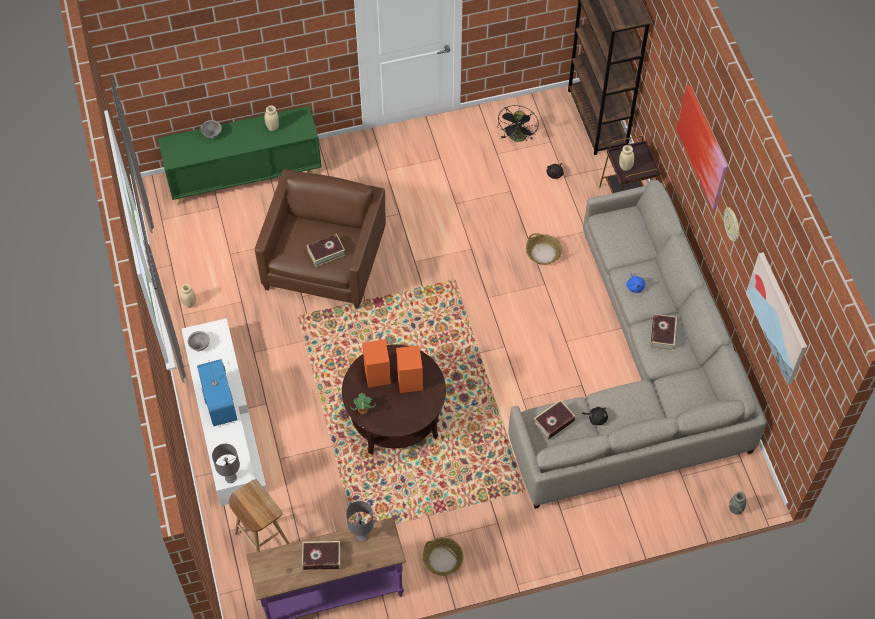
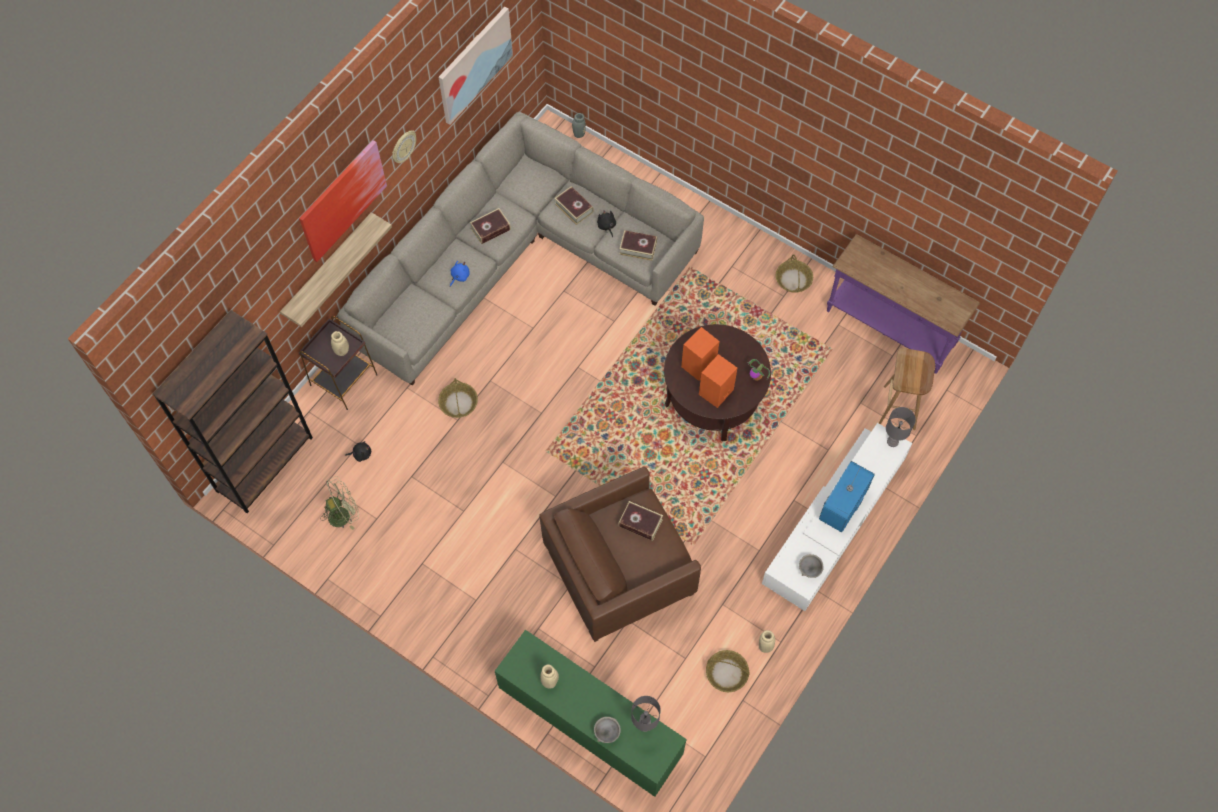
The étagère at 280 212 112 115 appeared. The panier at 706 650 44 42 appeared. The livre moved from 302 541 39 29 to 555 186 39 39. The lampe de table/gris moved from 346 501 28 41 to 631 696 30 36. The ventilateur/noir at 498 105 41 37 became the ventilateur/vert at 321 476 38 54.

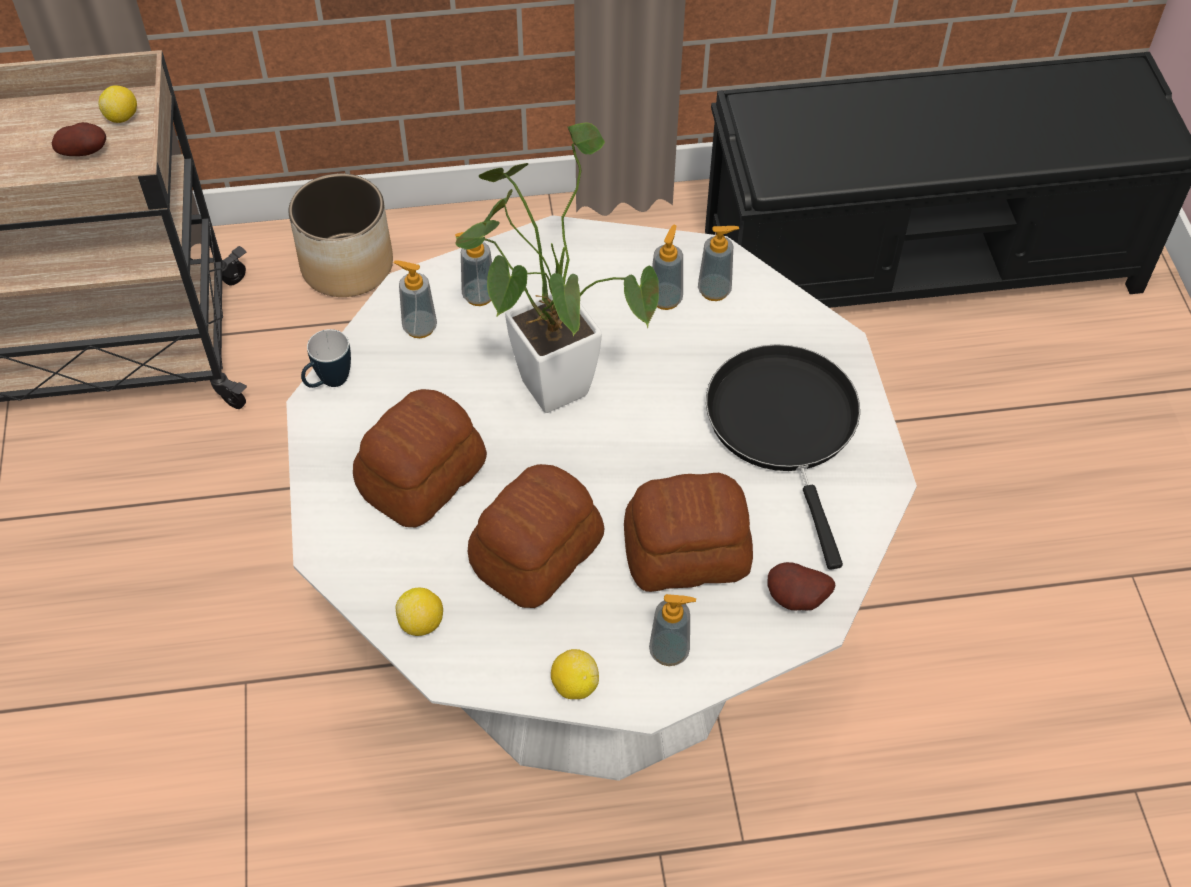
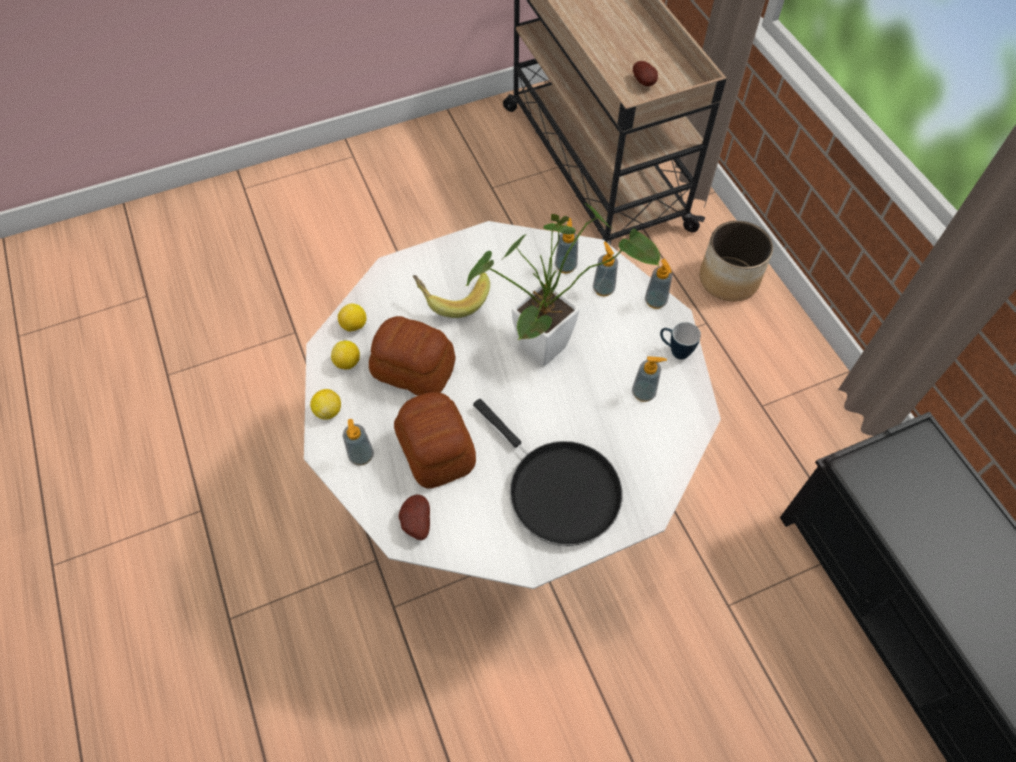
The citron moved from 98 85 39 38 to 331 341 29 28. The mug moved from 301 329 50 59 to 660 322 41 37. The distributeur de savon moved from 698 226 41 75 to 645 259 28 50. The pain at 353 389 134 138 was replaced by the banane at 413 273 77 45. The poêle/noir at 706 344 154 226 turned 75 degrees clockwise.

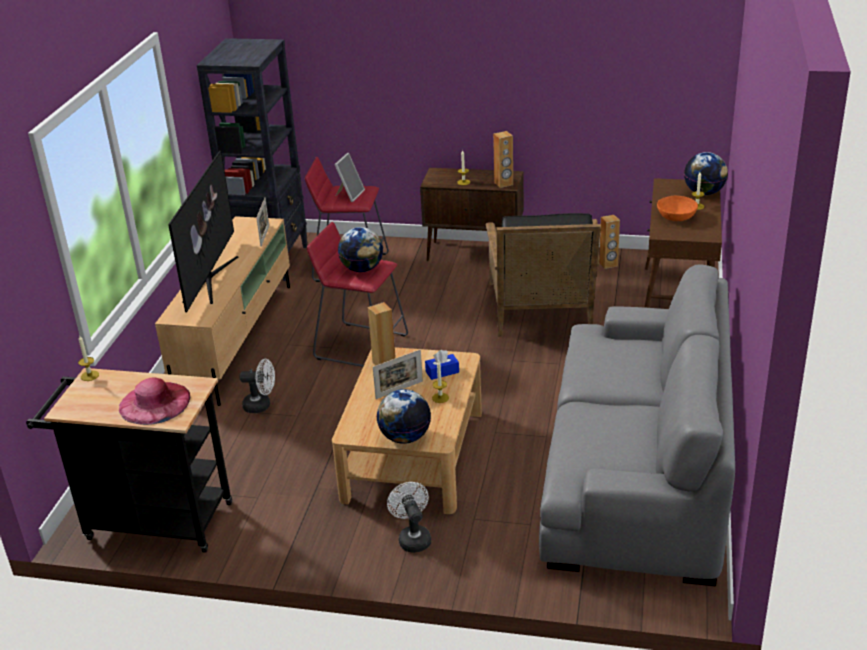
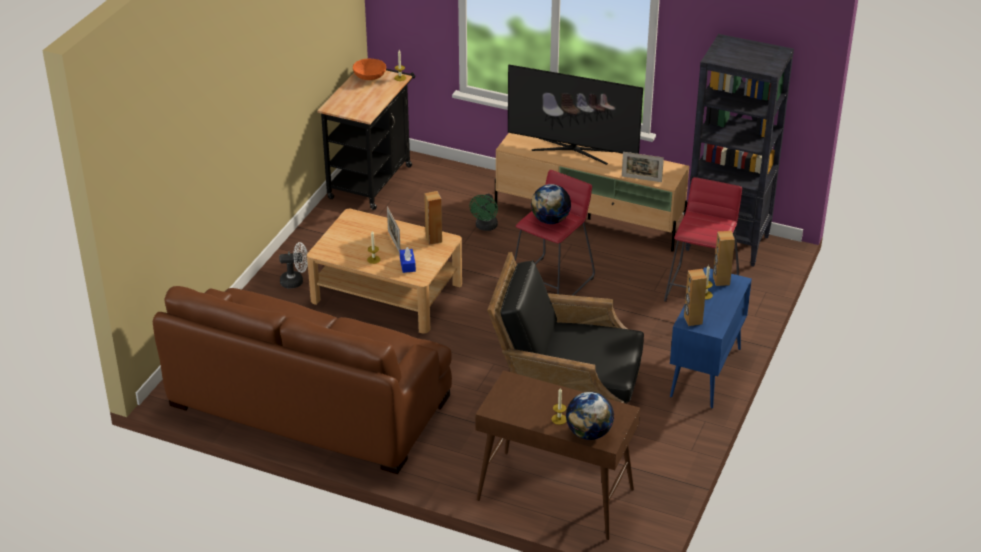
The chapeau/rose at 119 377 71 48 disappeared. The cadre photo at 334 153 31 49 disappeared. The globe at 376 389 55 55 disappeared. The enceinte/marron moved from 599 215 21 54 to 713 231 22 55. The bol/orange moved from 657 196 41 25 to 353 59 33 21. The ventilateur/blanc at 240 359 35 54 became the ventilateur/vert at 469 194 29 37. The meuble de rangement/marron at 420 168 104 93 became the meuble de rangement/bleu at 670 267 82 141. The canapé/gris at 539 264 196 322 became the canapé/marron at 153 286 299 188.

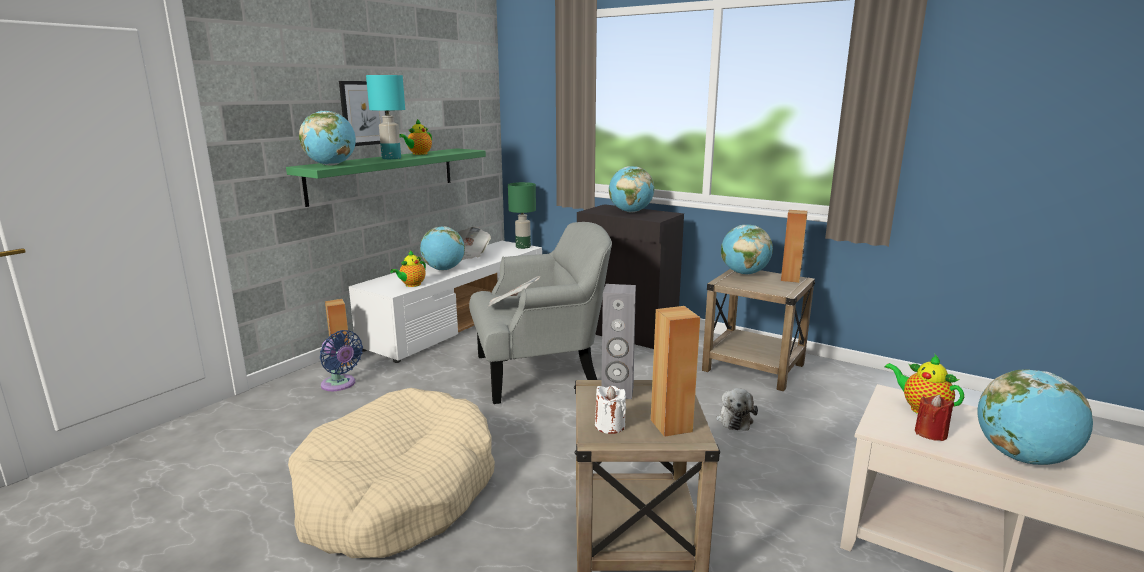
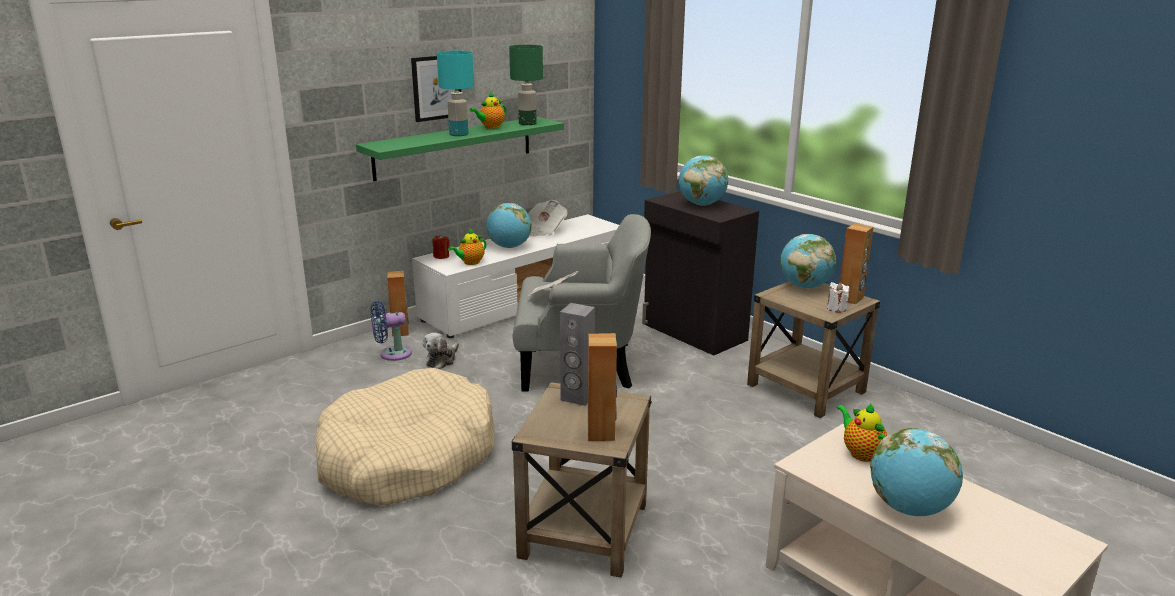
The globe at 299 111 57 55 disappeared. The lampe de table/vert moved from 508 182 28 67 to 509 45 34 80. The bougie/blanc moved from 595 386 31 48 to 827 282 22 31. The peluche moved from 716 388 42 43 to 423 333 36 36. The bougie/rouge moved from 915 395 39 46 to 433 235 16 24. The ventilateur/bleu at 320 330 43 61 turned 105 degrees clockwise.

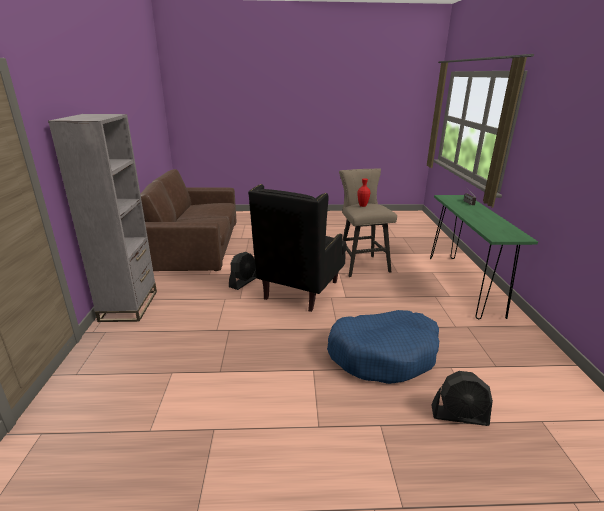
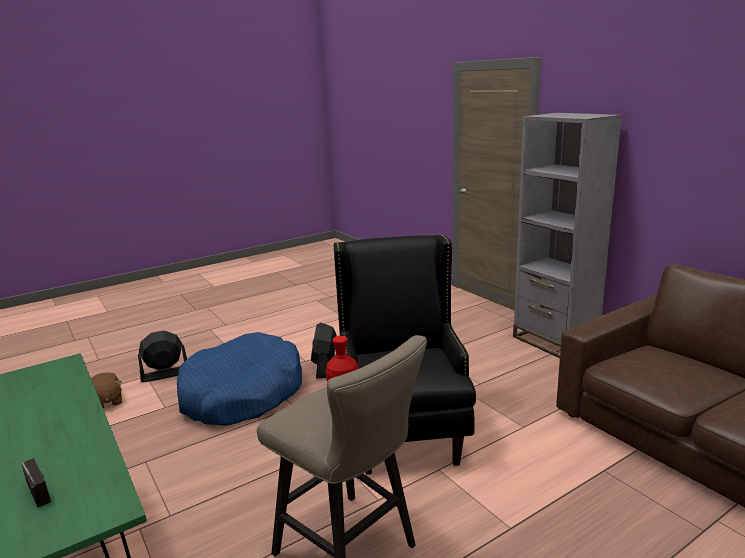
The peluche/marron at 91 373 31 35 appeared. The ventilateur/noir moved from 229 252 27 38 to 311 322 26 56.

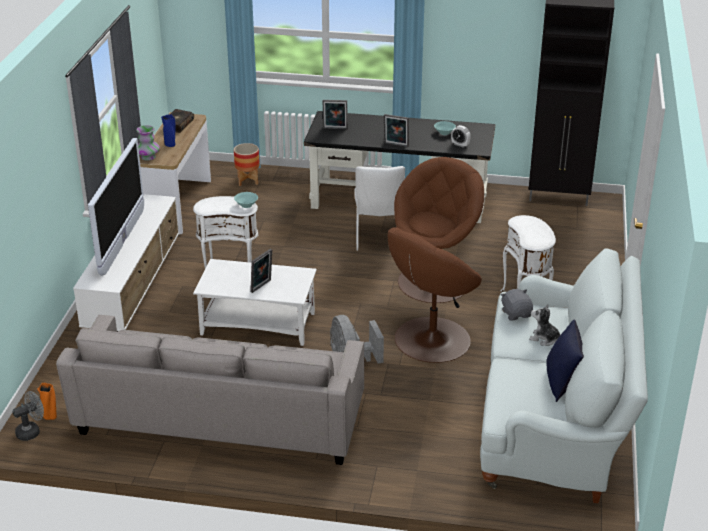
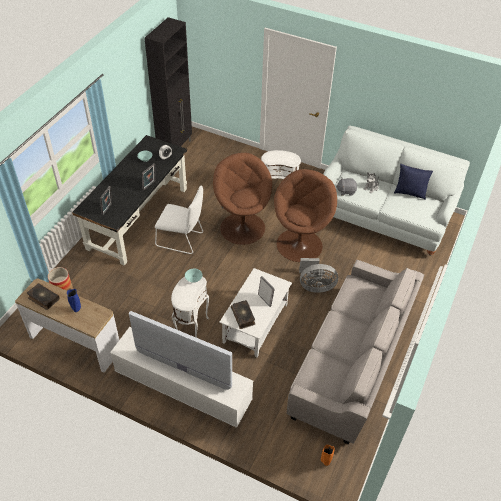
The ventilateur/gris at 12 391 32 50 disappeared. The vase at 136 125 24 35 disappeared. The livre at 231 300 24 29 appeared. The fauteuil/marron at 388 227 94 136 turned 120 degrees counterclockwise.

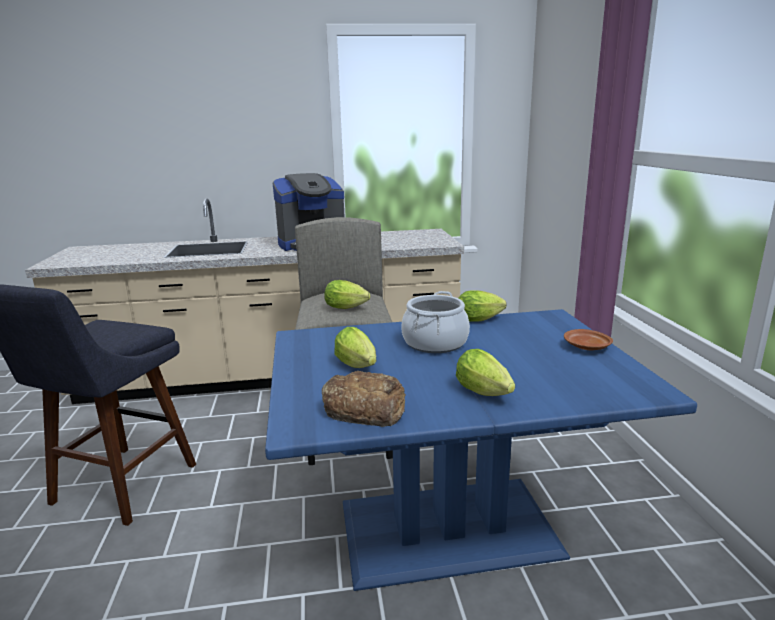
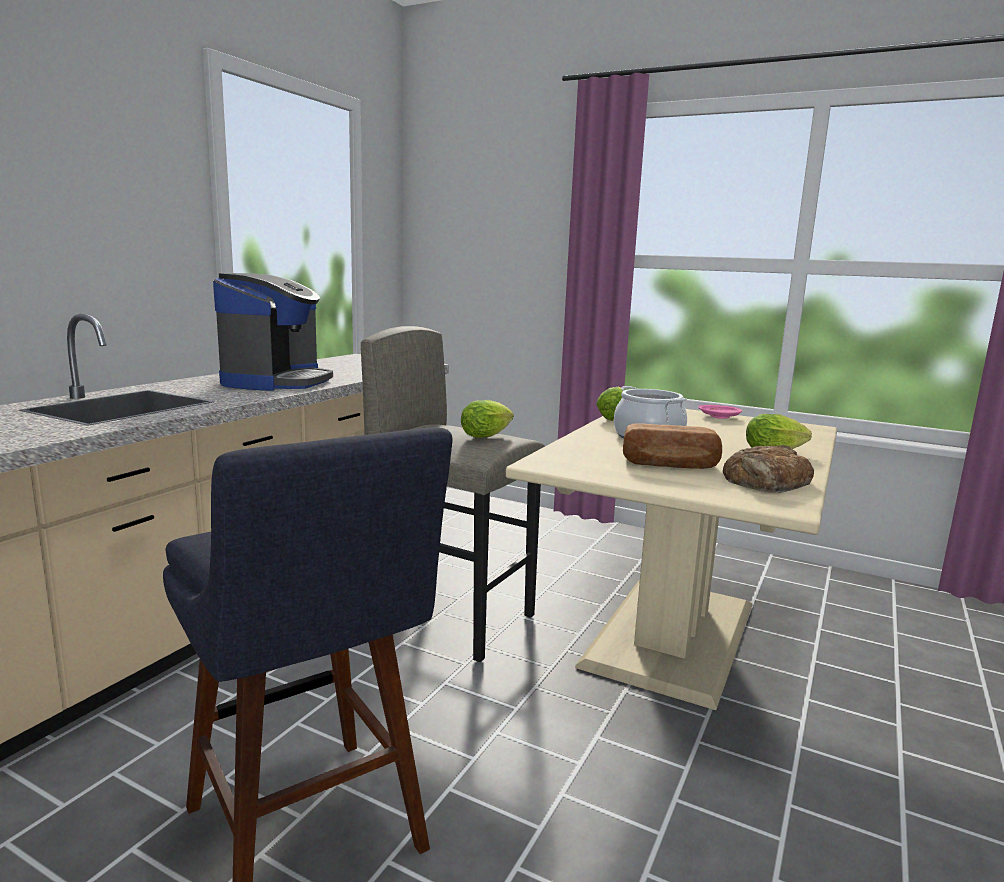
The laitue at 335 327 41 41 was replaced by the pain at 623 423 99 46. The table à manger/bleu at 265 309 432 282 became the table à manger/beige at 506 409 331 301. The assiette/marron at 564 329 49 22 became the assiette/rose at 698 405 44 14.

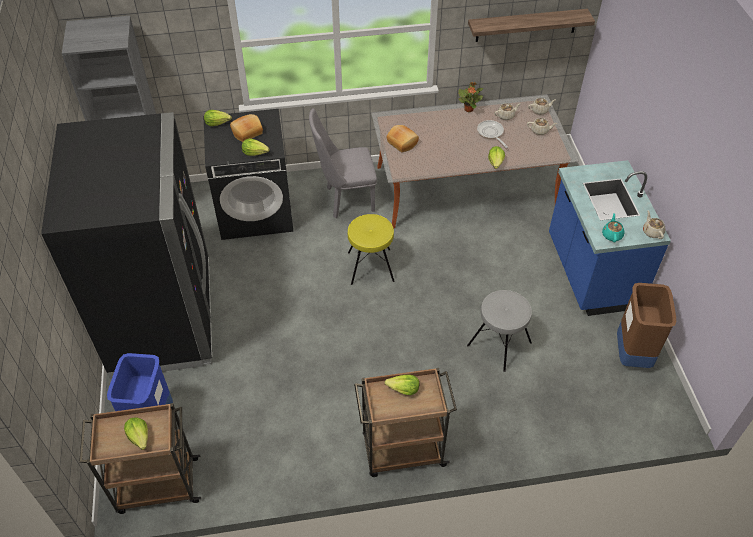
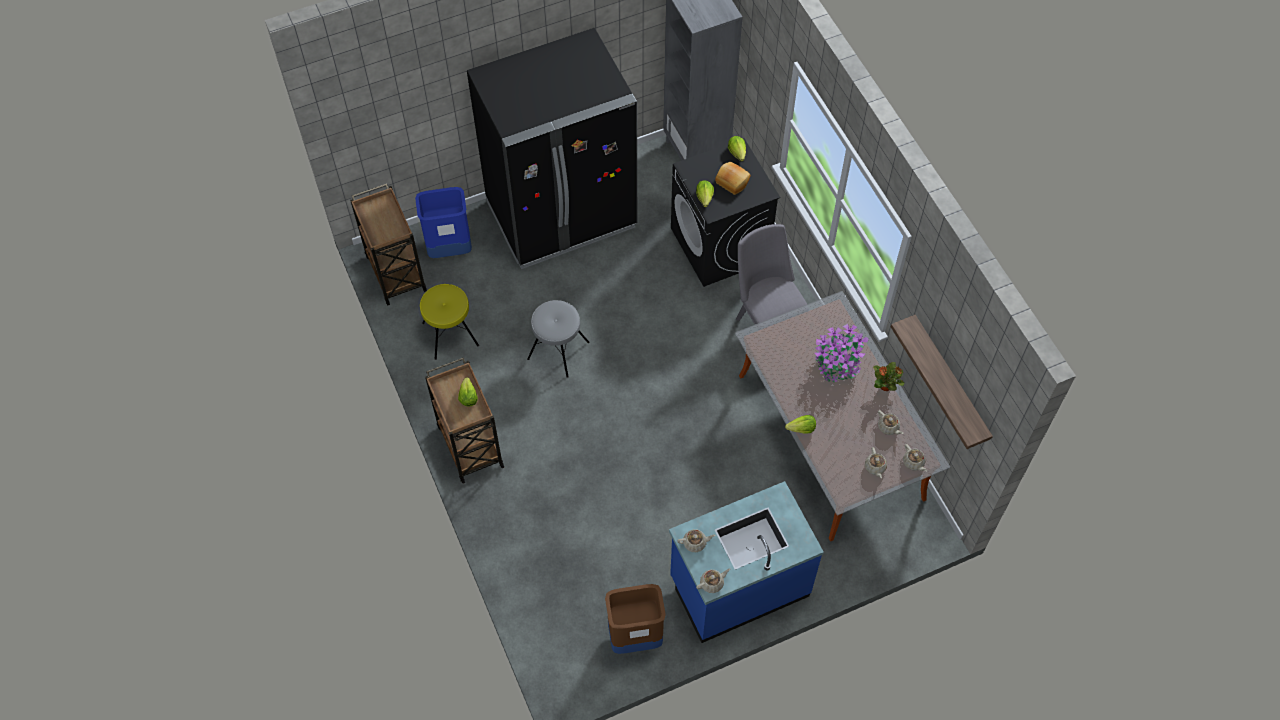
The laitue at 124 417 24 33 disappeared. The pain at 387 125 32 27 disappeared. The poêle at 477 120 31 28 disappeared. The plante en pot at 815 323 54 59 appeared. The tabouret/jaune moved from 348 214 47 71 to 420 284 59 76. The tabouret/gris moved from 467 290 65 82 to 527 300 62 78. The théière/turquoise at 602 213 22 29 became the théière/beige at 677 529 38 23.

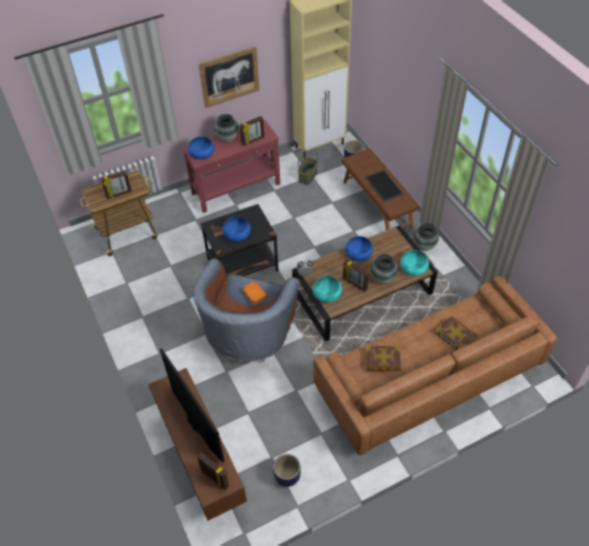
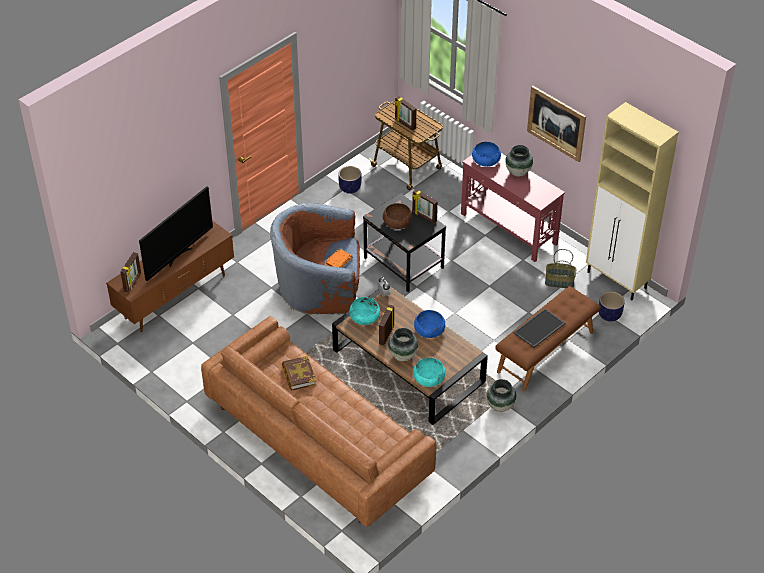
The livre at 435 316 42 34 disappeared. The cadre photo moved from 240 116 24 30 to 412 189 26 35. The cache-pot moved from 273 454 28 33 to 338 166 23 28. The bol/bleu at 222 216 29 26 became the bol/marron at 383 203 29 26.

